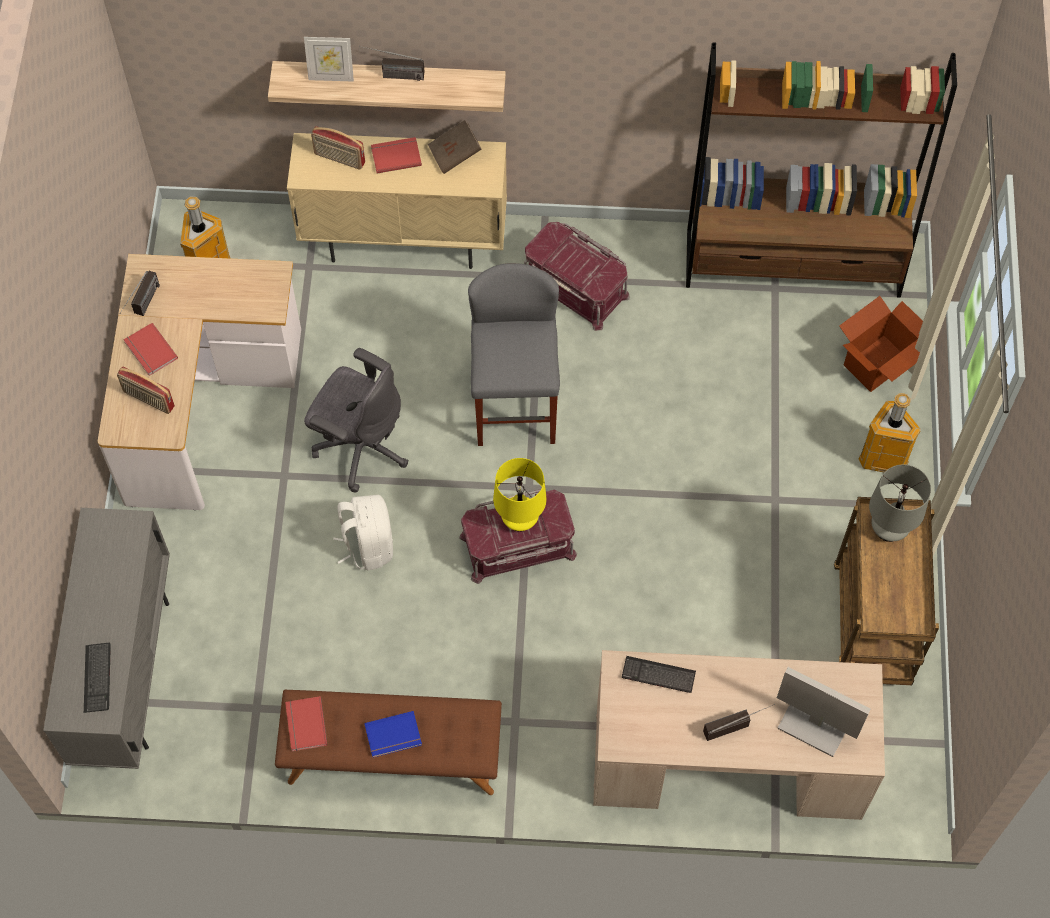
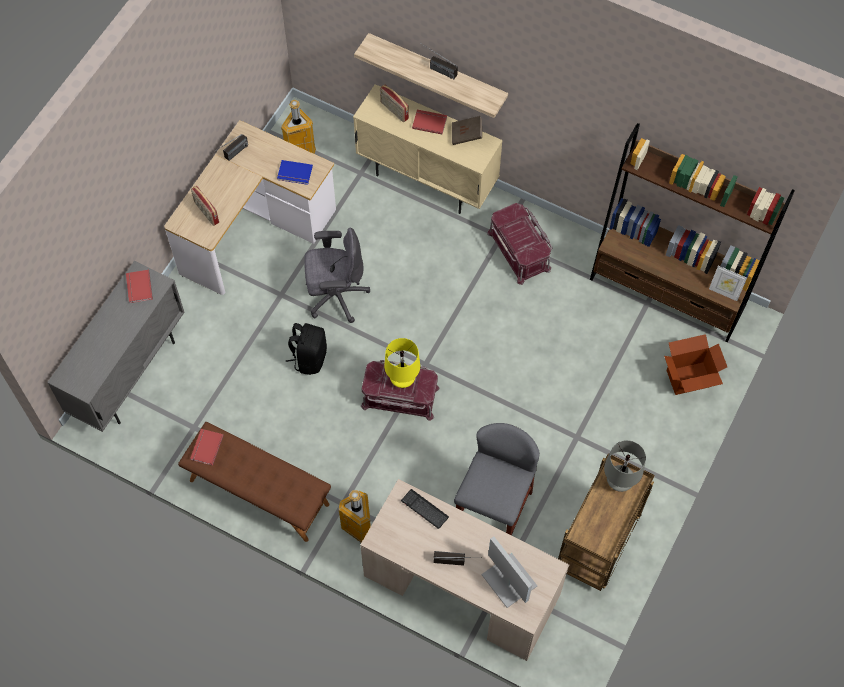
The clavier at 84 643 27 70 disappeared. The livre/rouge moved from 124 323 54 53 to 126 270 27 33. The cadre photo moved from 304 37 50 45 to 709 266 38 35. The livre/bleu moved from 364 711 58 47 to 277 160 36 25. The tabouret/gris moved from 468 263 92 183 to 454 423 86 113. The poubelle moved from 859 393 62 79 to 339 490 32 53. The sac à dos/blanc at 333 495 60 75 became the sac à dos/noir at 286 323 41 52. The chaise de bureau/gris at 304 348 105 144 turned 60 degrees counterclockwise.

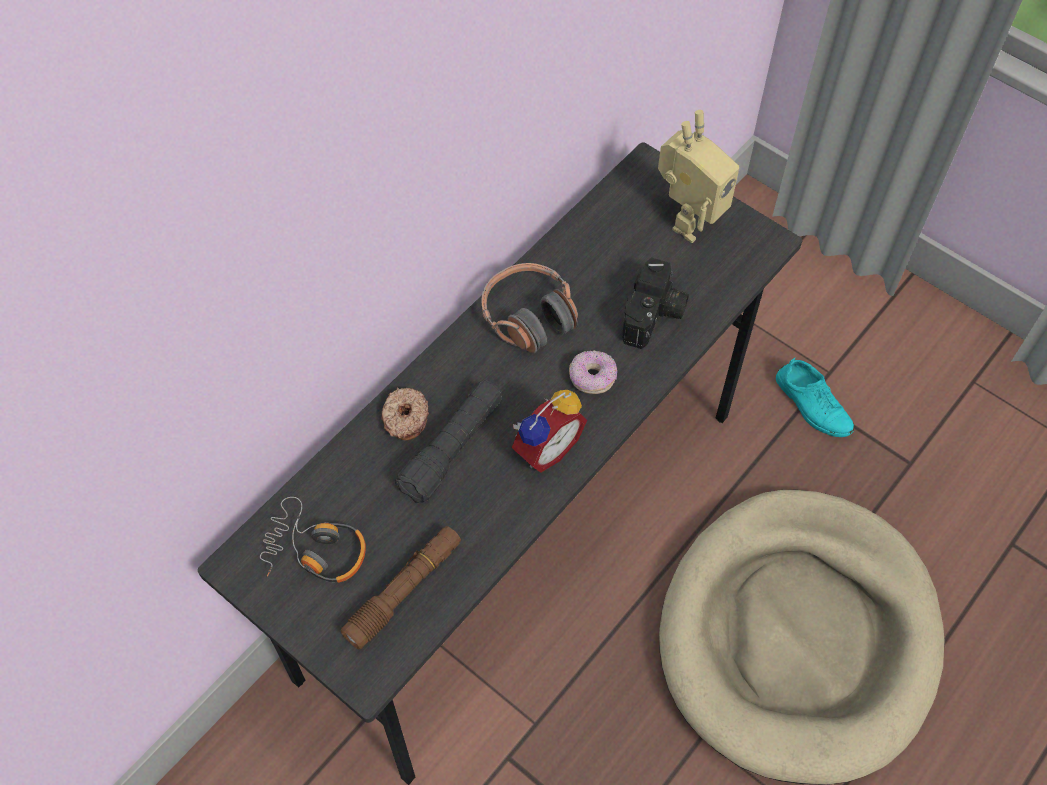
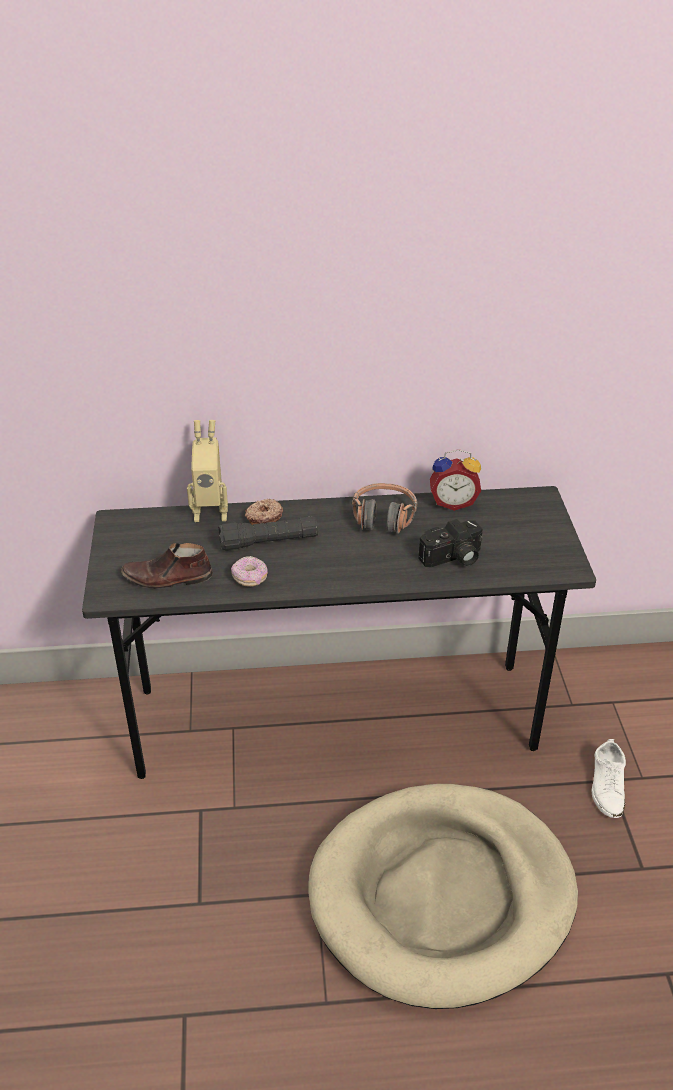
The casque audio at 260 497 106 86 disappeared. The réveil moved from 512 390 75 83 to 430 449 51 62. The beignet moved from 569 350 48 44 to 231 556 37 31. The robot jouet moved from 658 110 81 133 to 187 420 41 102. The lampe de poche/marron at 341 526 120 123 was replaced by the chaussure/marron at 121 543 92 46. The chaussure/turquoise at 776 358 78 79 became the chaussure/blanc at 591 739 35 79.

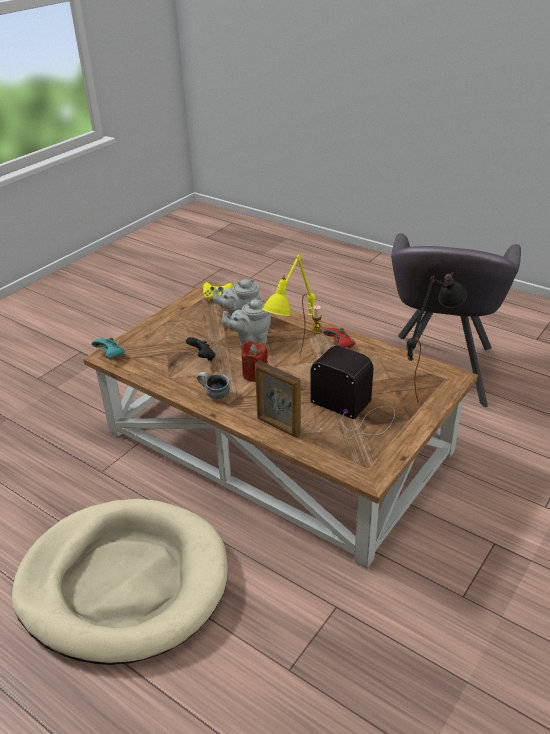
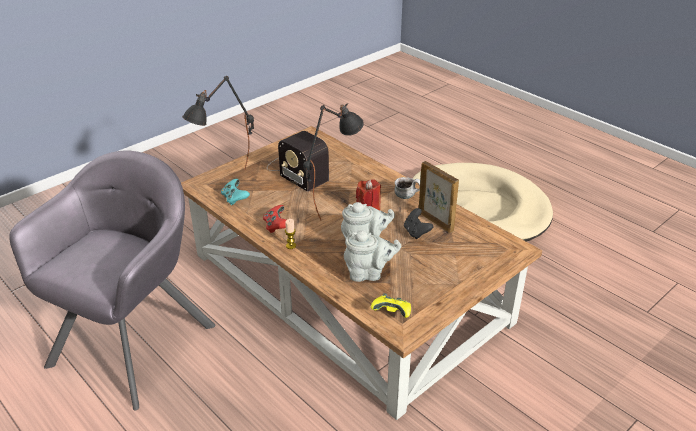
The manette/turquoise moved from 91 338 34 21 to 221 179 29 26. The cadre photo moved from 255 360 46 78 to 419 161 40 72. The lampe de table/jaune at 262 255 53 102 became the lampe de table/noir at 303 103 61 118.

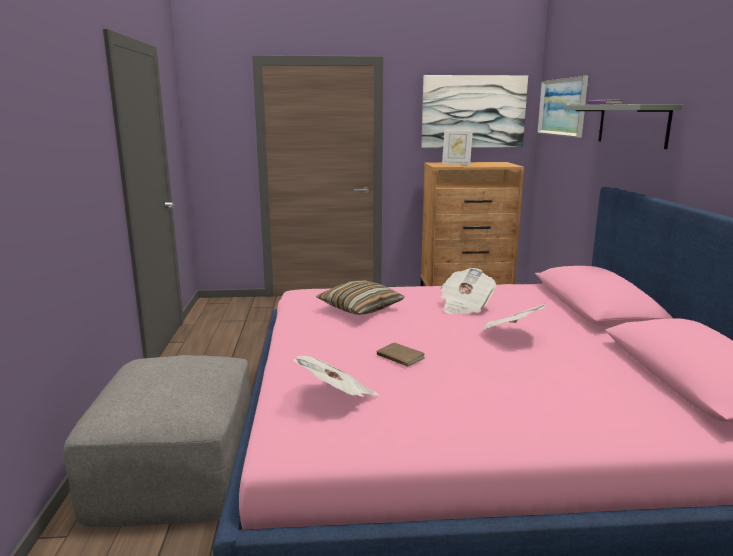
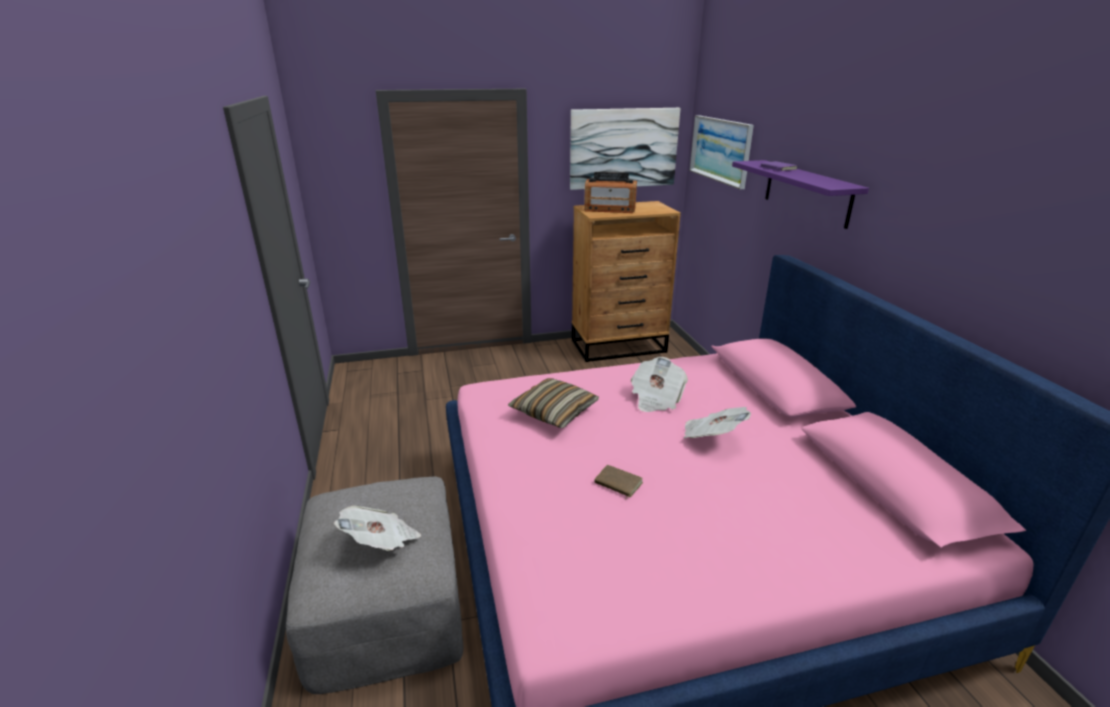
The journal moved from 292 355 87 42 to 334 505 87 46. The cadre photo at 442 128 31 37 was replaced by the radio at 584 172 53 41. The étagère/gris at 564 104 120 45 became the étagère/violet at 732 160 137 69.

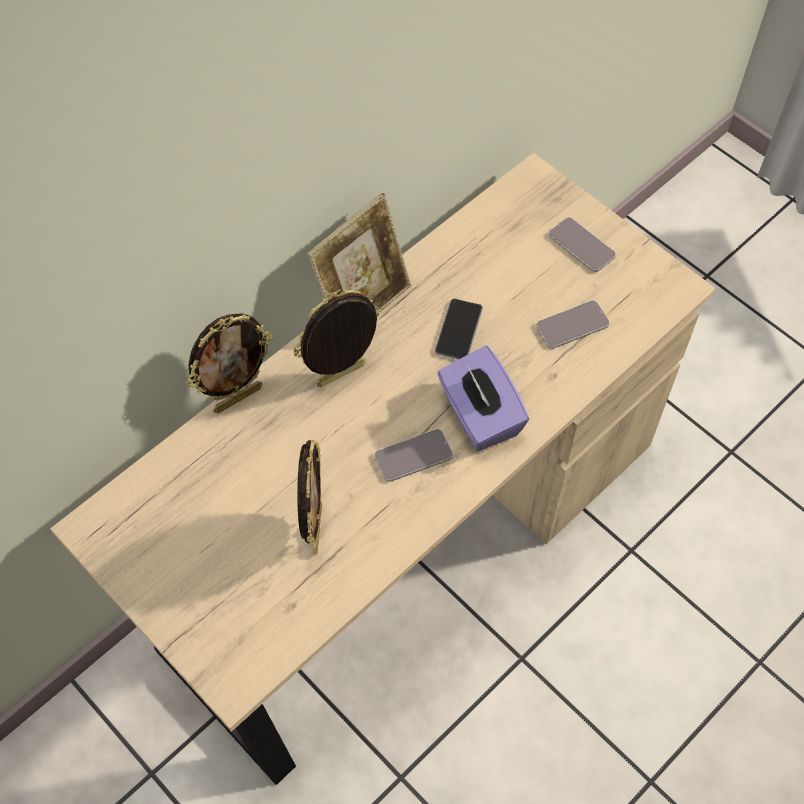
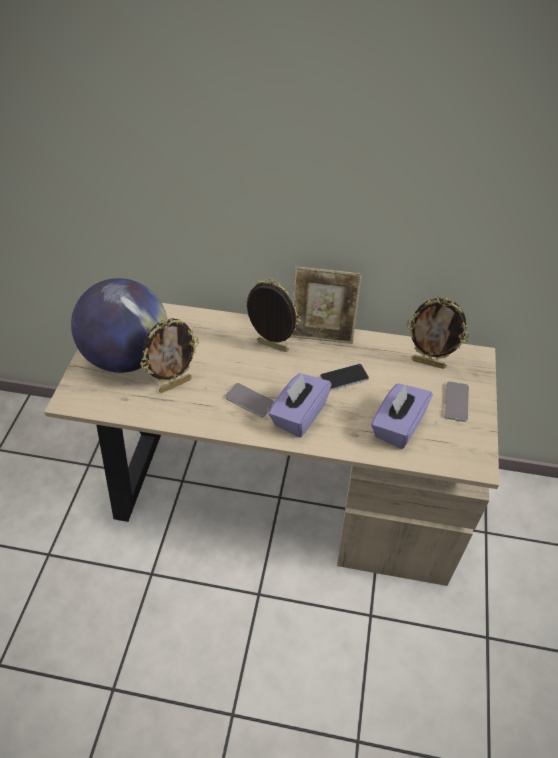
The globe at 71 278 96 95 appeared. The cadre photo moved from 186 313 87 100 to 406 298 63 71. The téléphone at 536 300 74 49 was replaced by the boîte à mouchoirs/violet at 371 383 62 66.

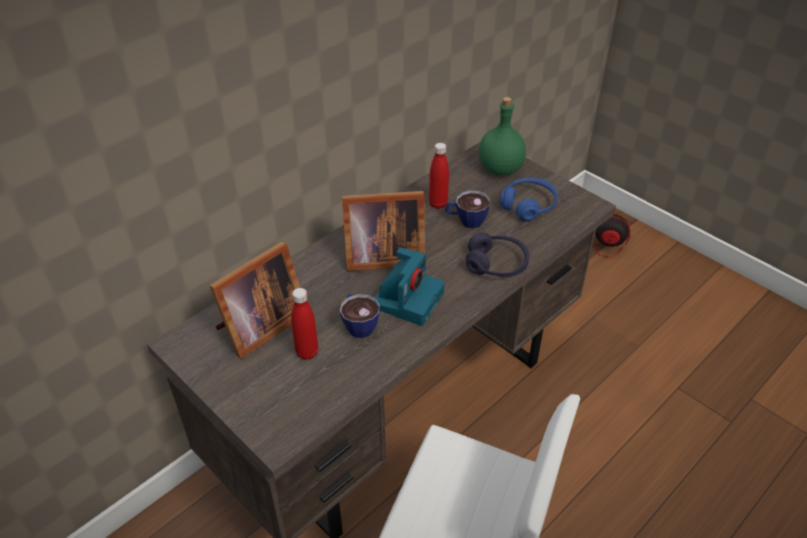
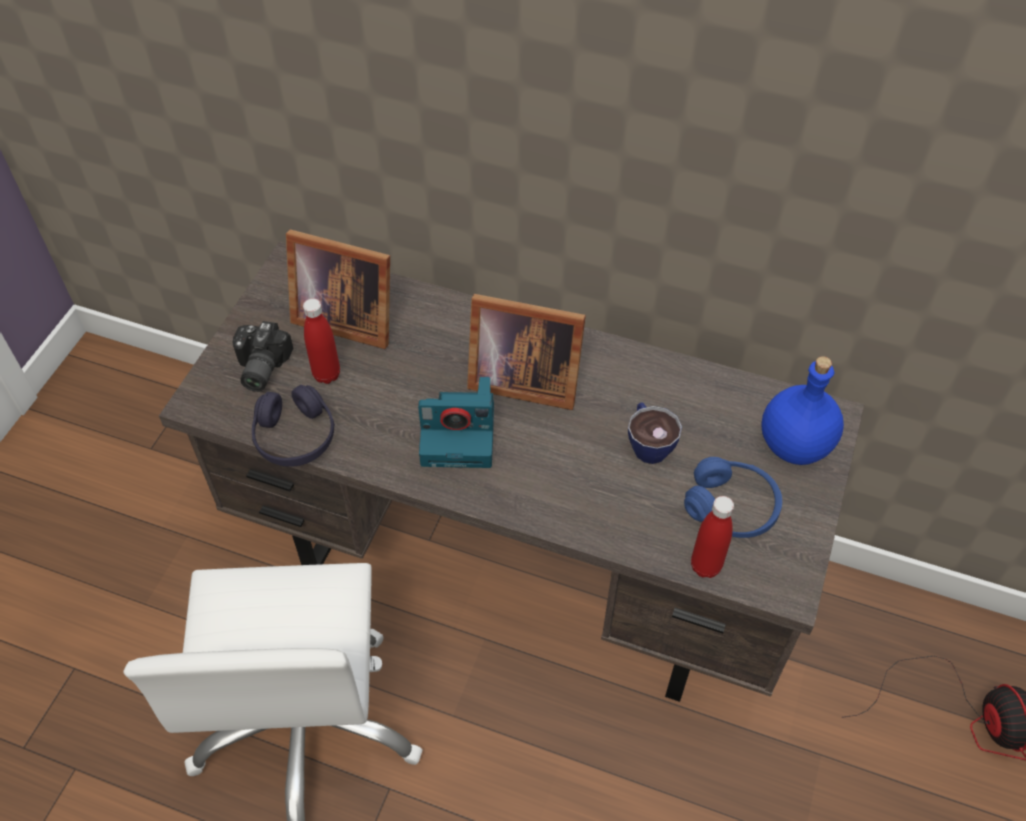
The tasse at 340 294 40 44 disappeared. The appareil photo at 233 321 60 71 appeared. The bouteille/rouge moved from 429 143 20 66 to 691 496 43 82. The casque audio/violet moved from 466 233 63 44 to 252 385 83 82. The bouteille/vert at 479 97 47 79 became the bouteille/bleu at 761 356 83 109. The cadre photo at 342 191 83 80 turned 45 degrees counterclockwise.

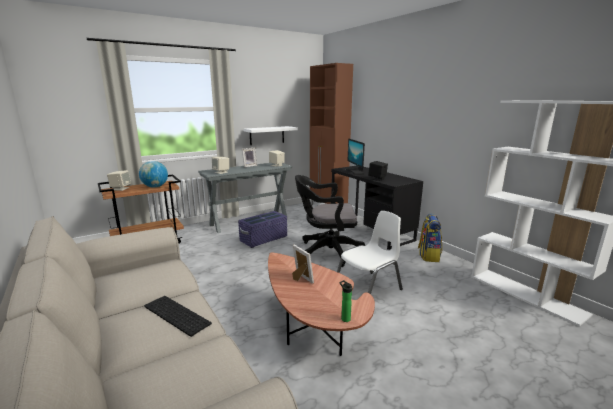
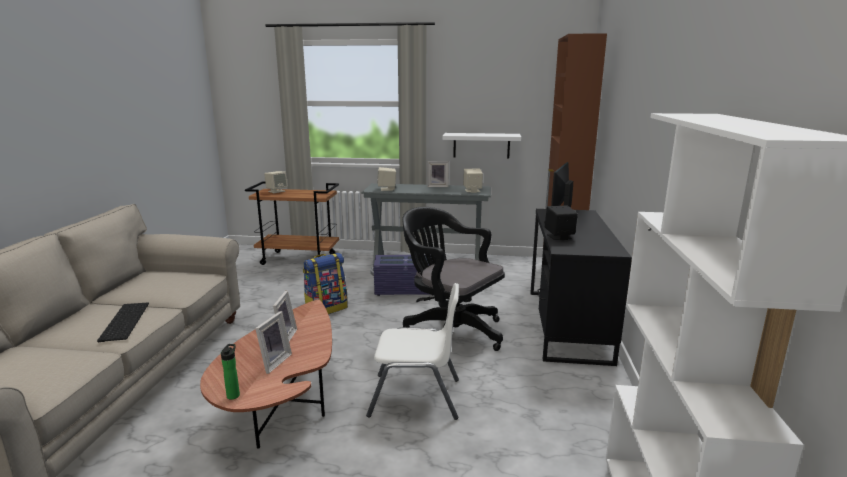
The globe at 139 161 29 27 disappeared. The cadre photo at 255 311 37 63 appeared. The sac à dos moved from 418 213 24 49 to 303 253 45 61.

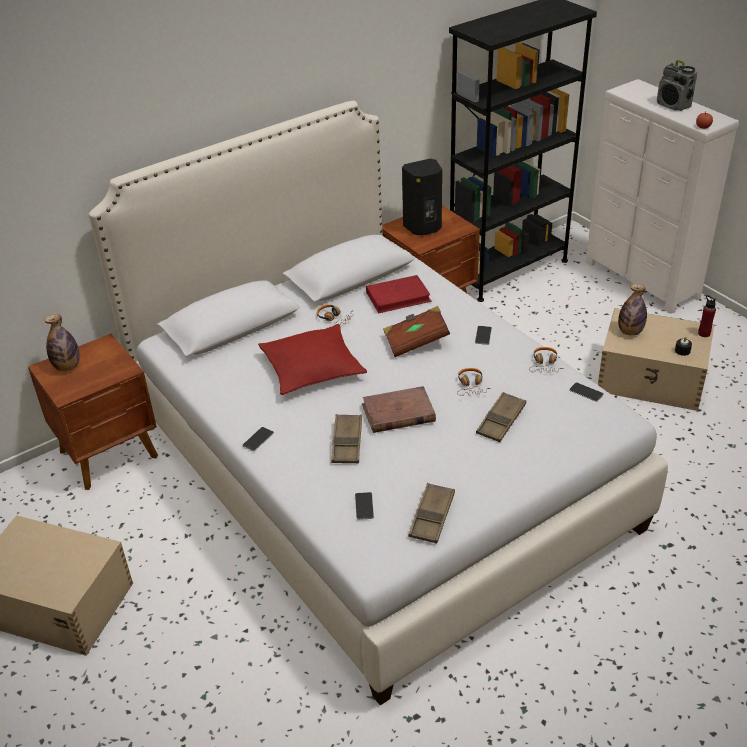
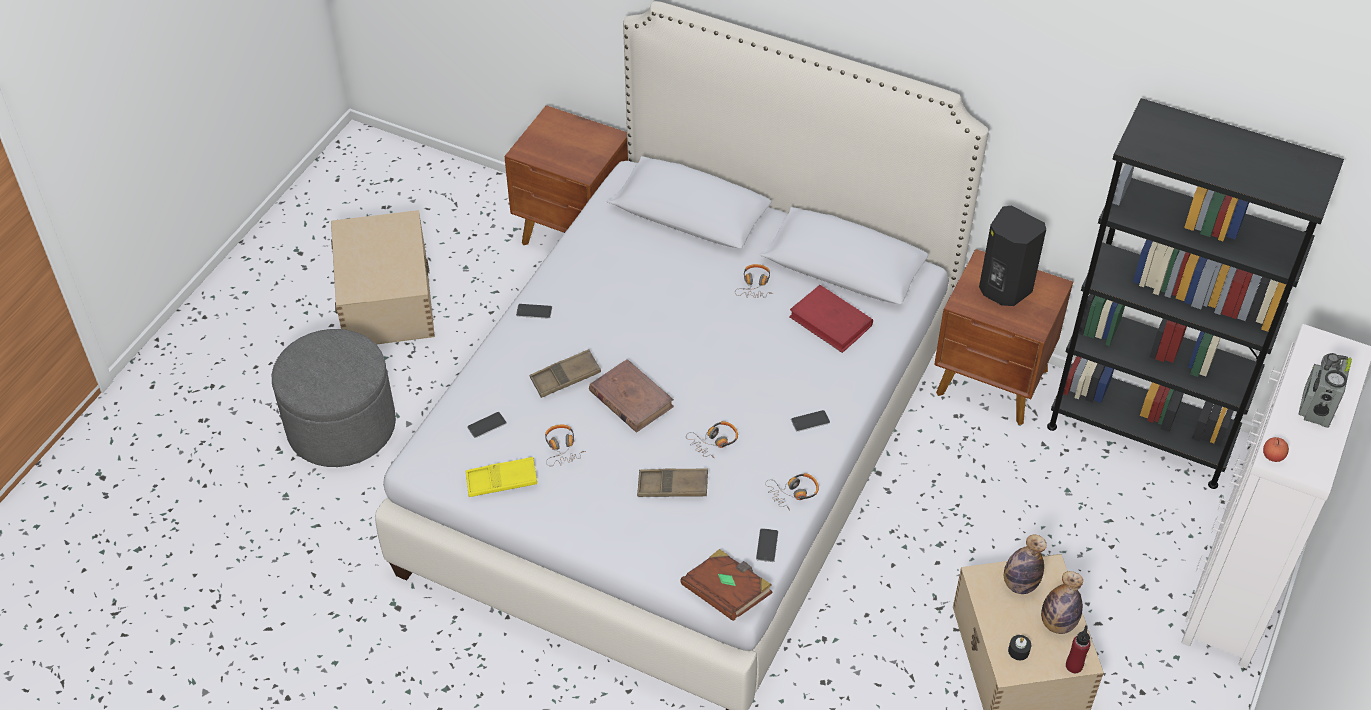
The coussin/rouge at 258 324 109 71 disappeared. The pouf/gris at 272 329 124 138 appeared. The casque audio at 545 425 41 41 appeared. The bouteille moved from 44 314 36 58 to 1041 571 42 63. The livre/marron moved from 383 306 67 51 to 680 549 92 72. The plateau/marron at 408 483 47 61 became the plateau/jaune at 465 457 72 40.

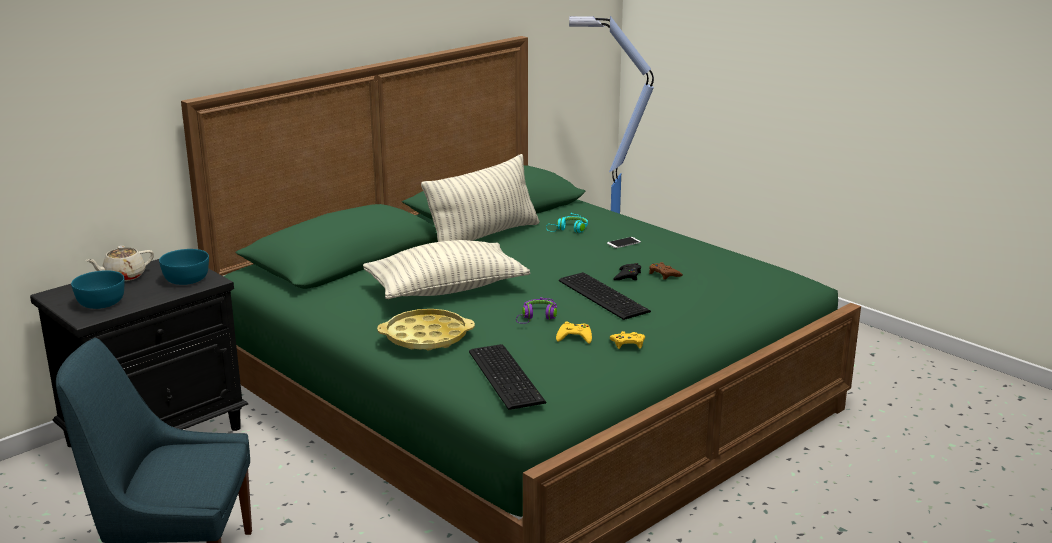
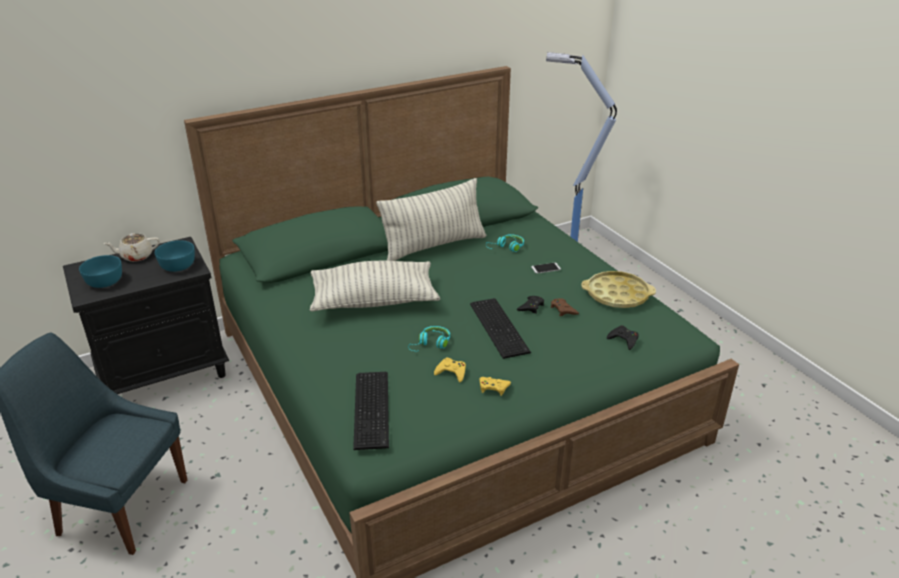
The manette/noir at 607 325 32 25 appeared. The plateau/jaune moved from 377 309 98 41 to 581 271 75 37. The casque audio/violet at 516 297 41 27 became the casque audio/turquoise at 408 326 42 26.

